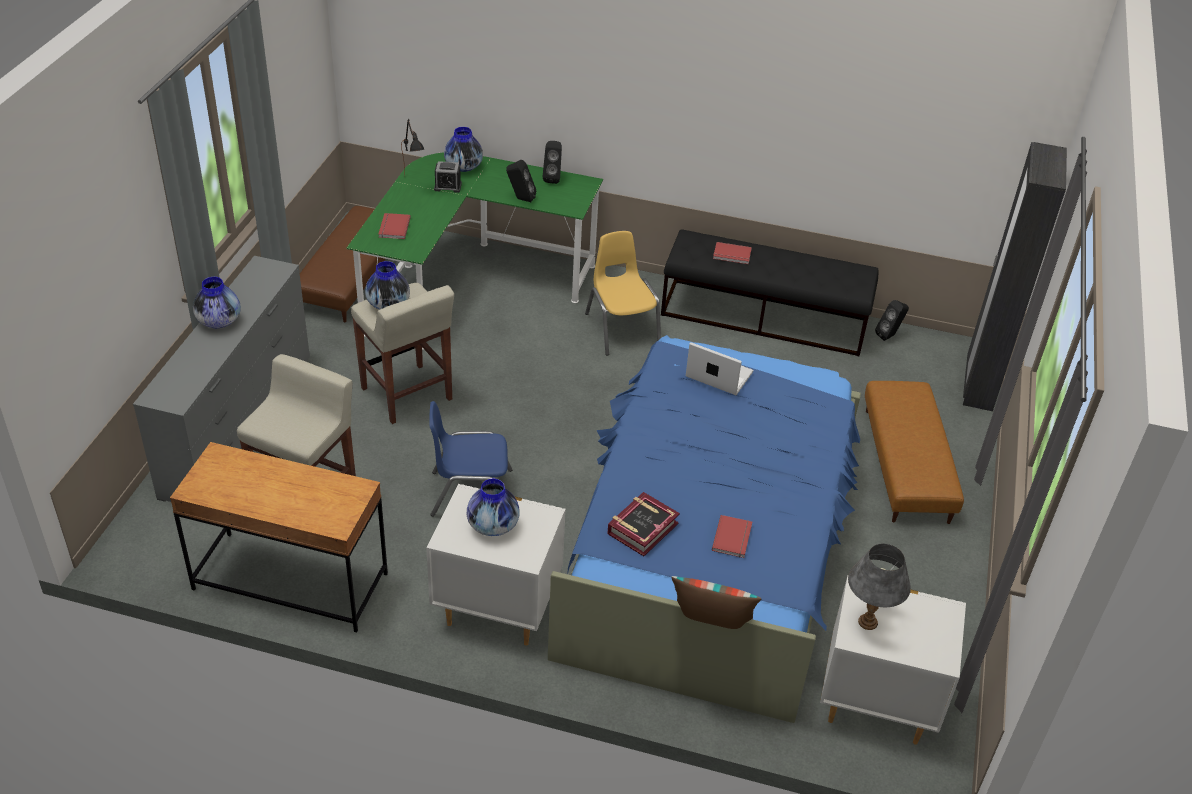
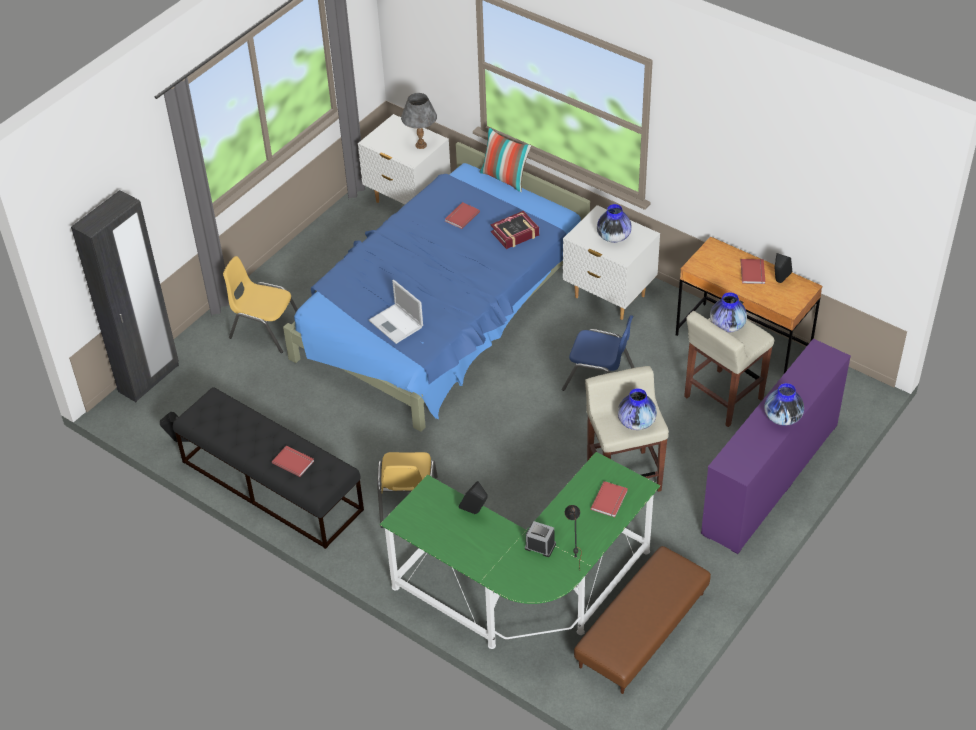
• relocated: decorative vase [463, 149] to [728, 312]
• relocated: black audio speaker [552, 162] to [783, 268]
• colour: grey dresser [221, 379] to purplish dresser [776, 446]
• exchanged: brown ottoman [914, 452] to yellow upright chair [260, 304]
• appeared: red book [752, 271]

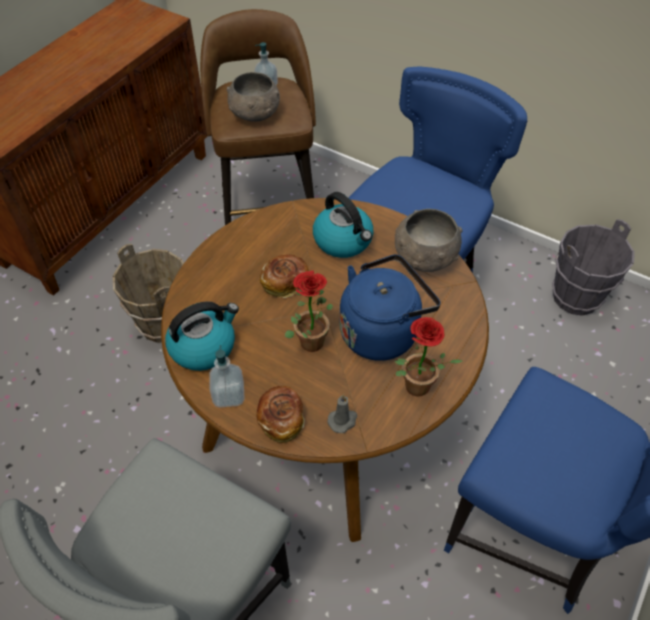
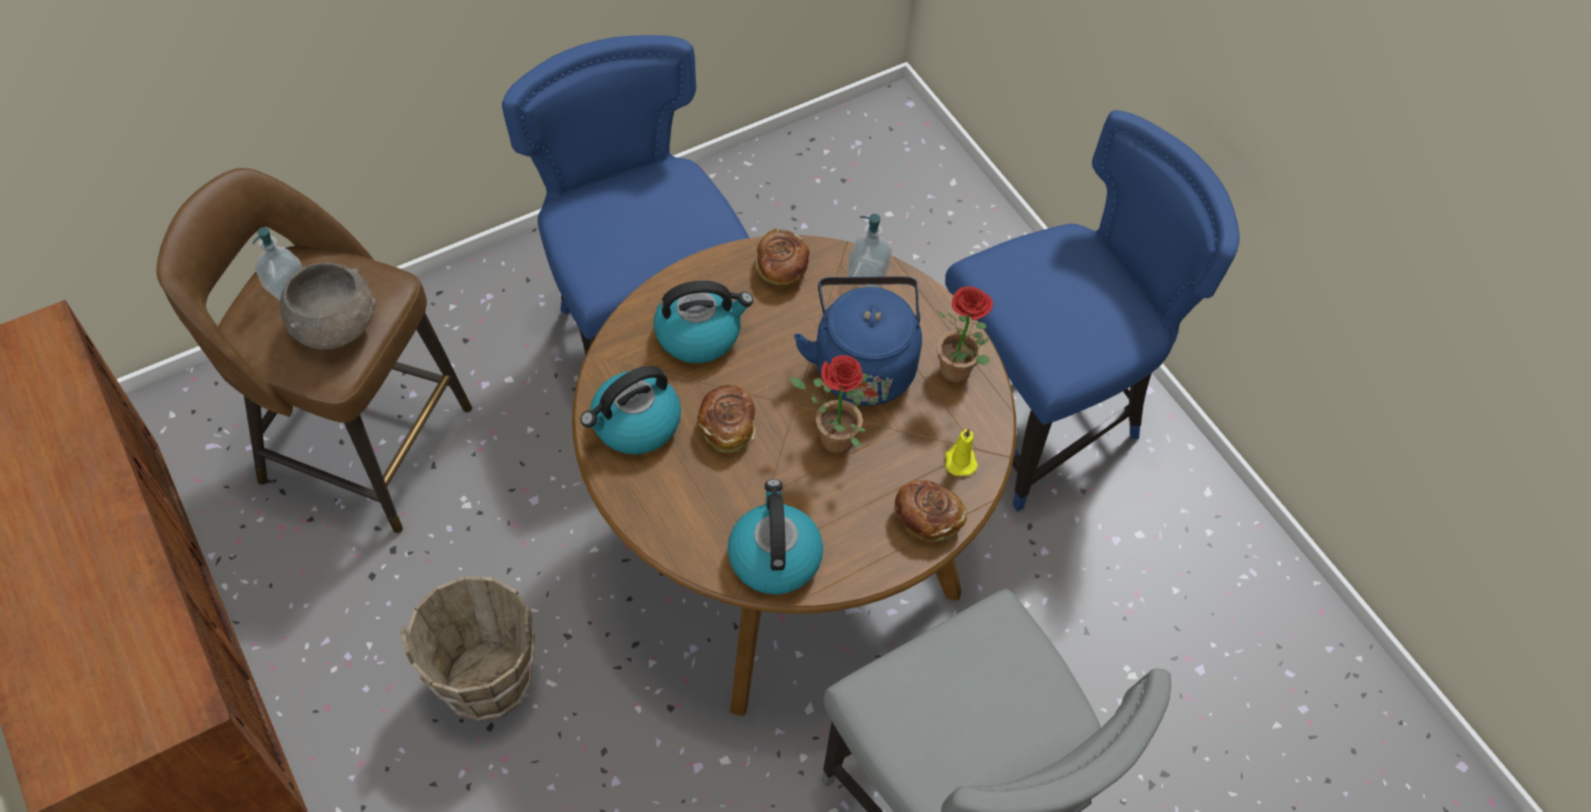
• exchanged: grey serving bowl [429, 240] to bakery bread [782, 256]
• missing: grey water bucket [593, 267]
• relocated: soap bottle [227, 376] to [869, 250]
• colour: grey candle [342, 414] to yellow candle [961, 452]
• appeared: kettle [630, 410]

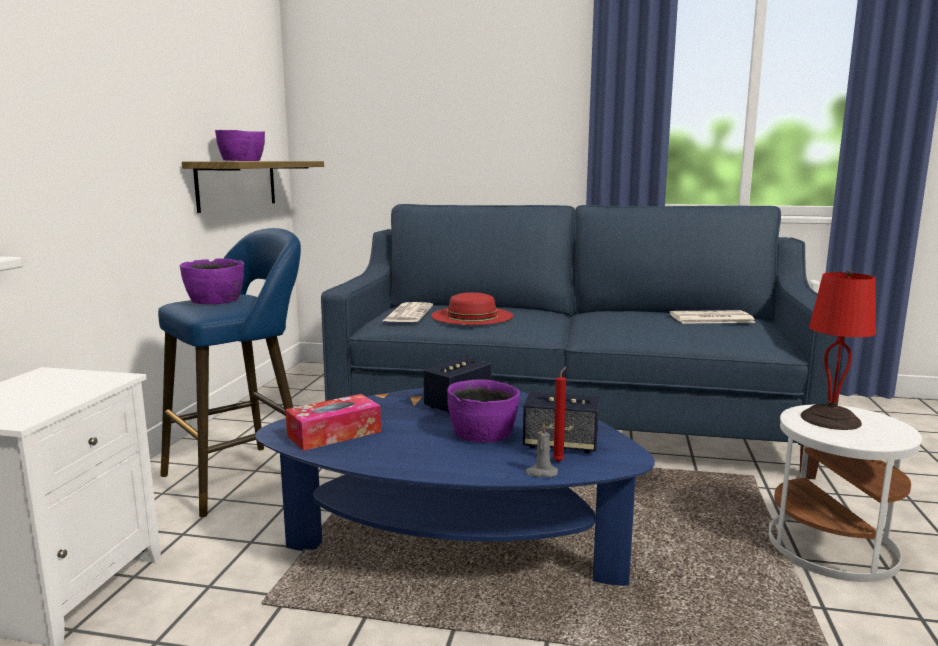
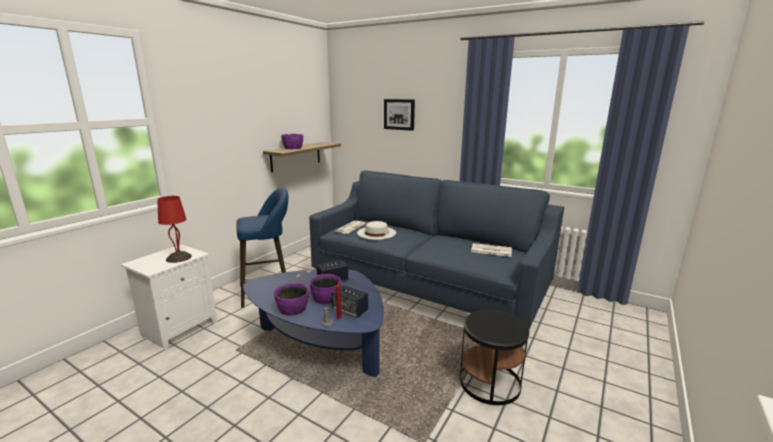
• relocated: purplish serving bowl [212, 281] to [291, 299]
• relocated: red table lamp [838, 350] to [174, 229]
• colour: red clothing hat [472, 308] to whitish clothing hat [376, 230]
• missing: tissue holder [333, 422]
• colour: whitish end table [845, 493] to black end table [494, 357]
• appeared: wall art [399, 115]

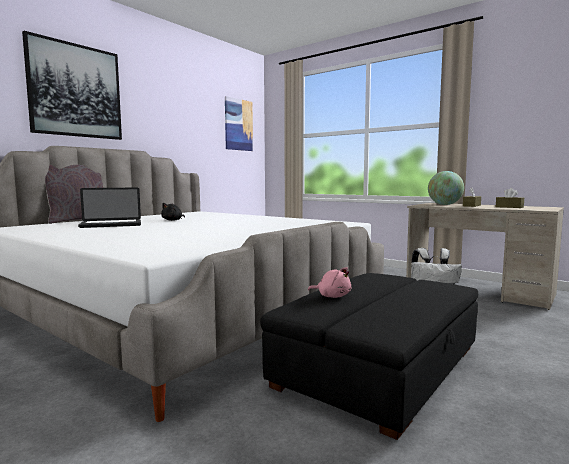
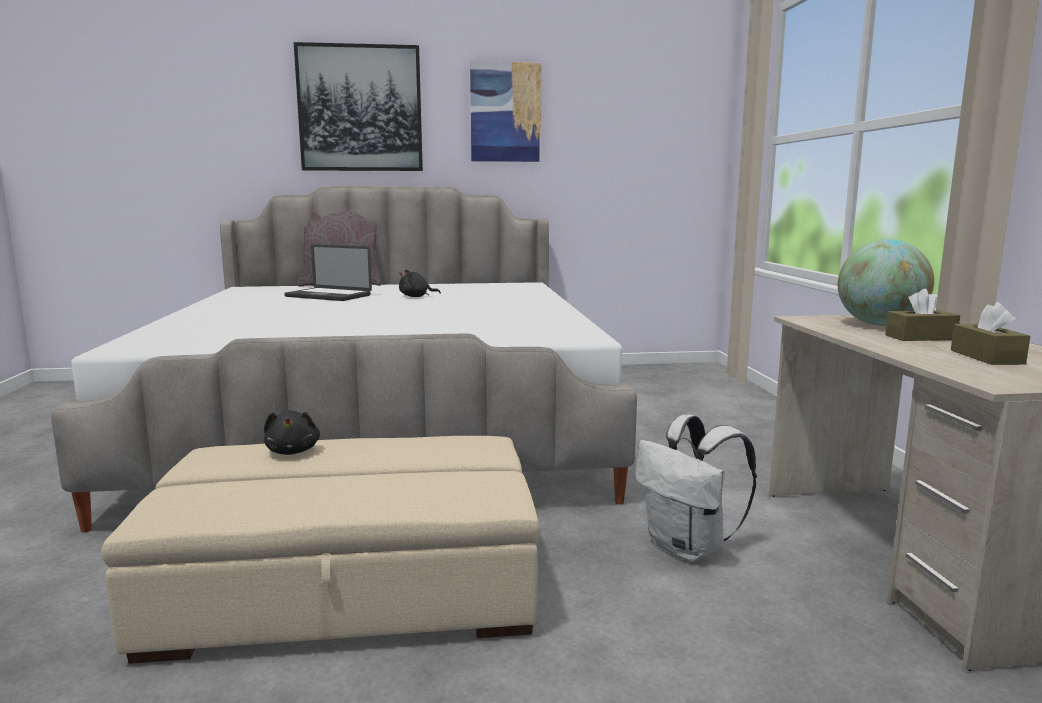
• relocated: wall art [239, 123] to [506, 111]
• colour: pink-coloured soft toy [329, 282] to black soft toy [292, 433]
• colour: black ottoman [369, 356] to beige-coloured ottoman [320, 550]

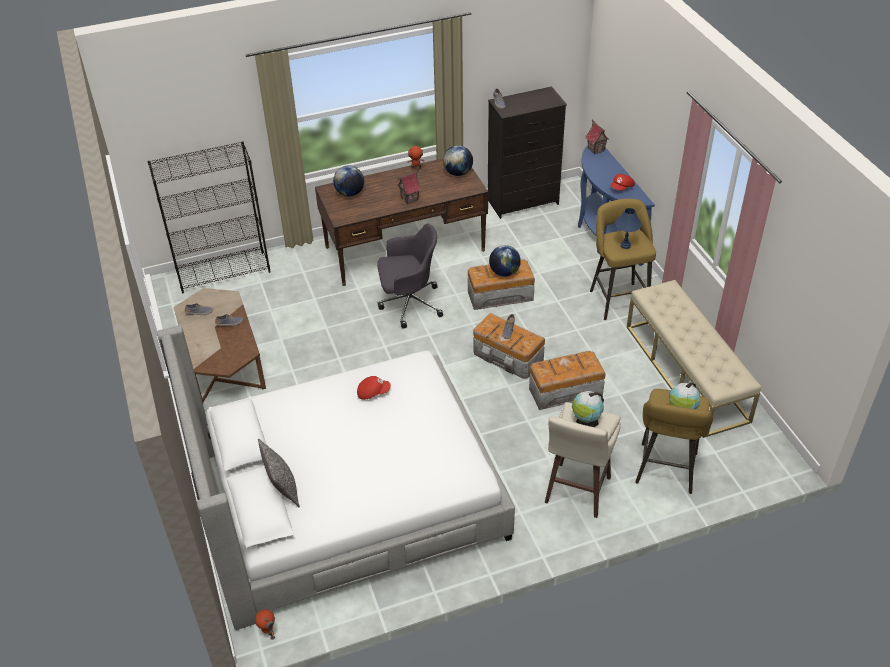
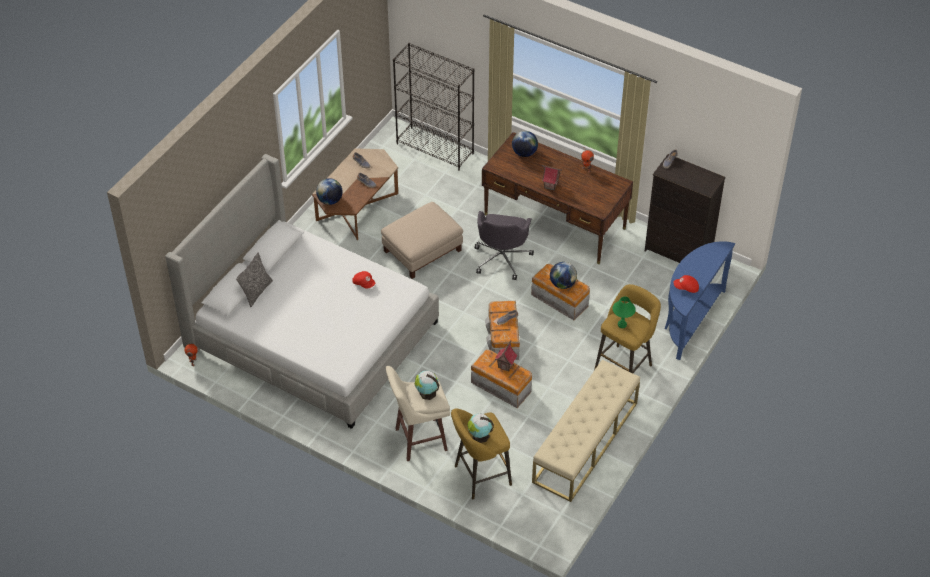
• relocated: model house [597, 137] to [506, 356]
• relocated: desk globe [458, 160] to [329, 191]
• colour: blue-coloured table lamp [628, 228] to green table lamp [624, 312]
• spun: grey computer chair [410, 276] = [504, 245] 60 degrees clockwise
• appeared: beige-coloured ottoman [422, 240]

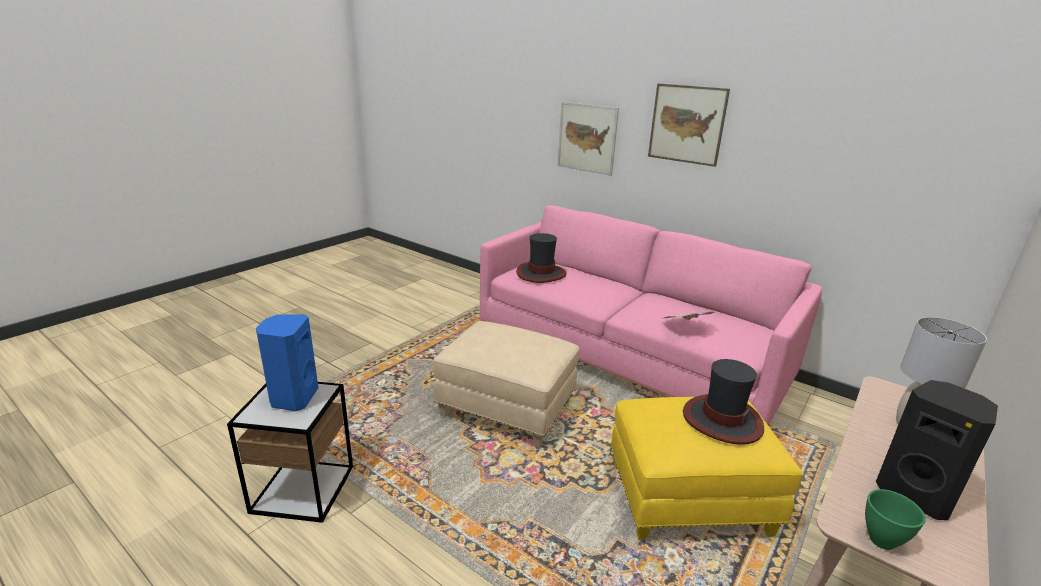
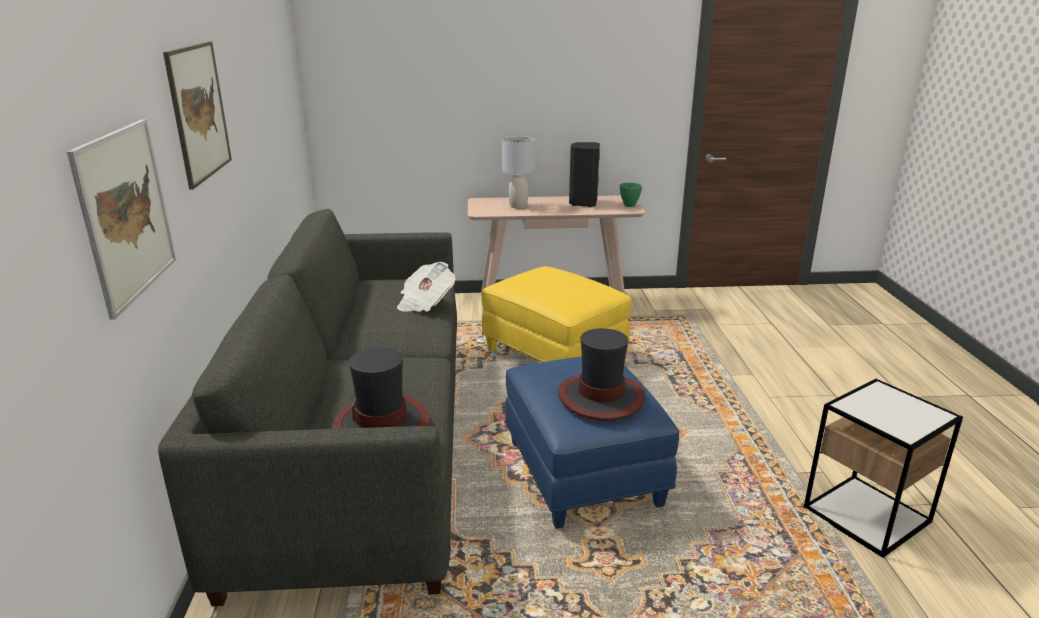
• colour: pink-coloured couch [651, 315] to grey couch [307, 407]
• missing: blue-coloured audio speaker [287, 362]
• colour: beige-coloured ottoman [506, 384] to blue-coloured ottoman [591, 442]
• relocated: clothing hat [723, 402] to [602, 374]

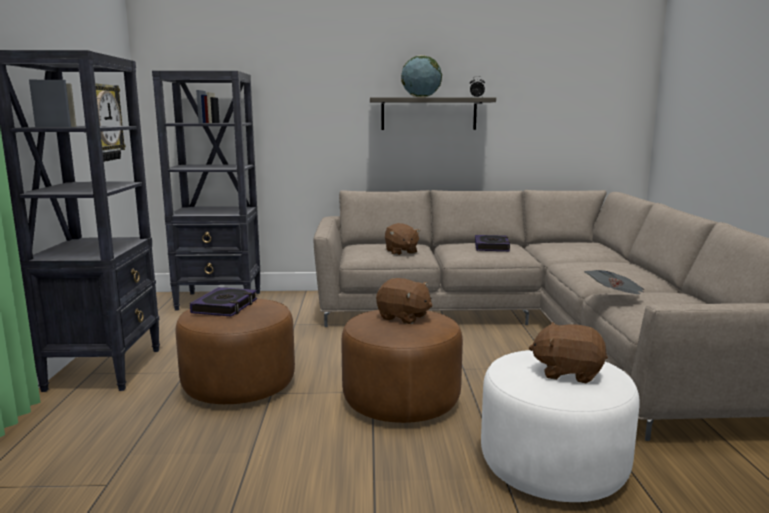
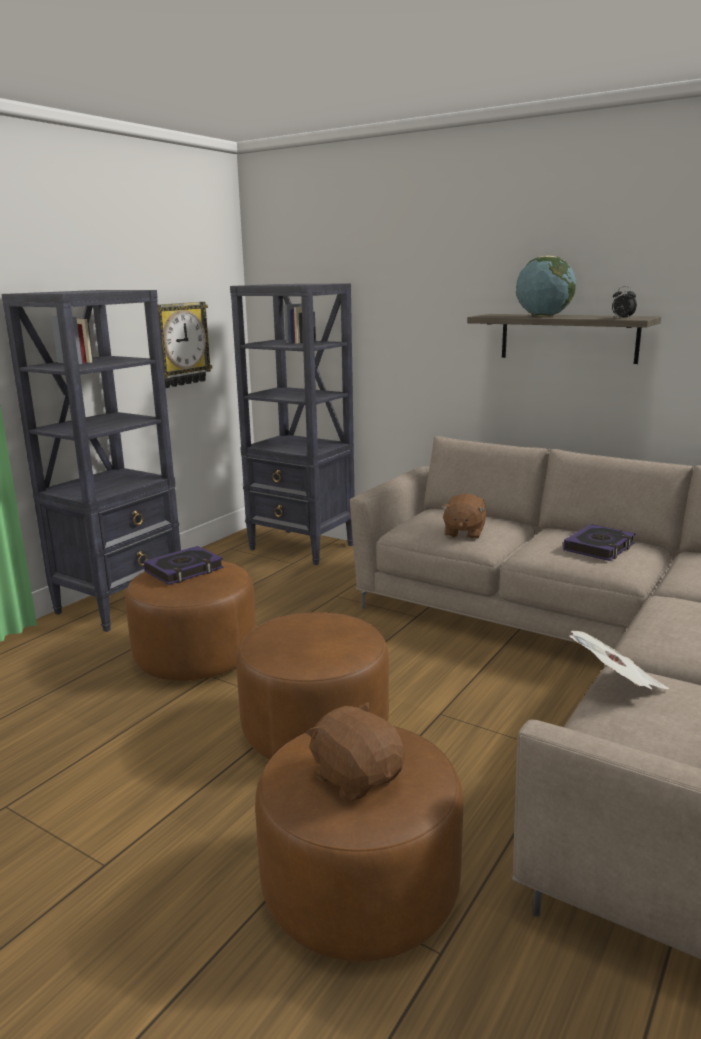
• missing: brown soft toy [404, 301]
• colour: whitish ottoman [560, 426] to brown ottoman [359, 843]

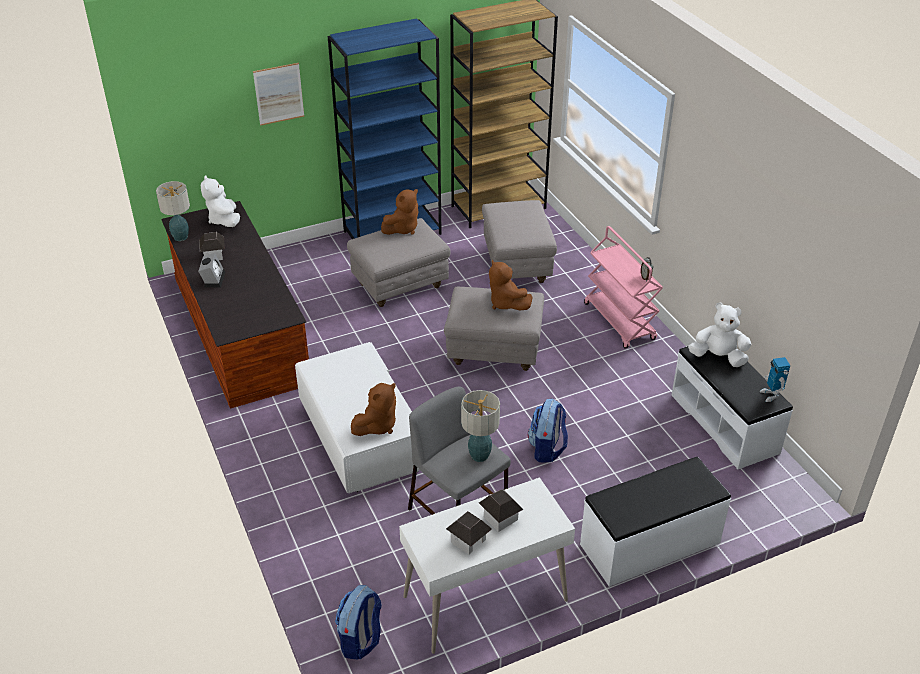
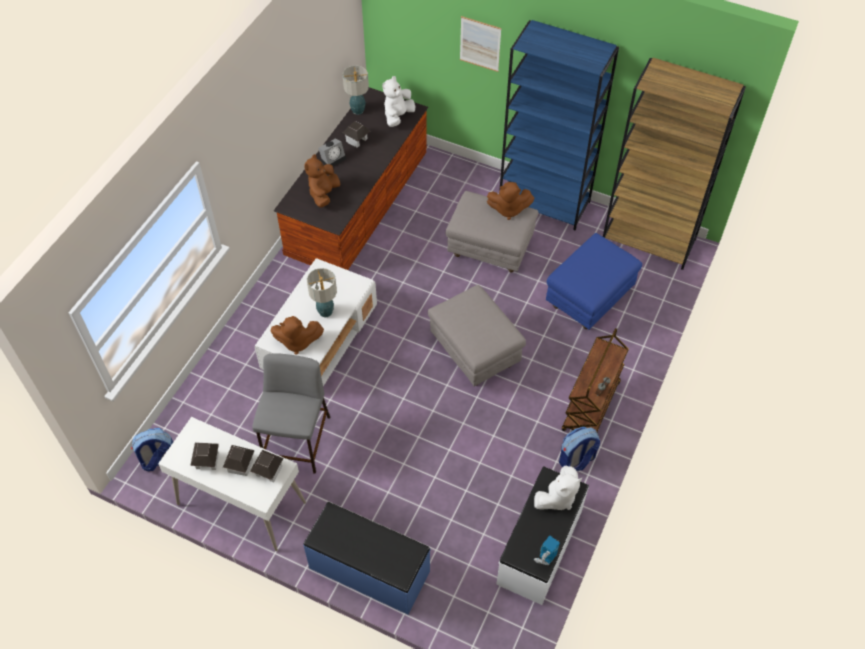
• colour: grey ottoman [519, 241] to blue-coloured ottoman [594, 281]
• colour: pink-coloured trolley [623, 287] to brown trolley [595, 380]
• relocated: brown soft toy [511, 285] to [322, 180]
• spun: whitish soft toy [719, 334] = [558, 488] 75 degrees clockwise
• relocated: table lamp [480, 426] to [322, 292]
• relocated: backpack [548, 431] to [579, 449]
• colour: whitish long seat [655, 522] to blue-coloured long seat [366, 558]
• appeared: model house [266, 466]

